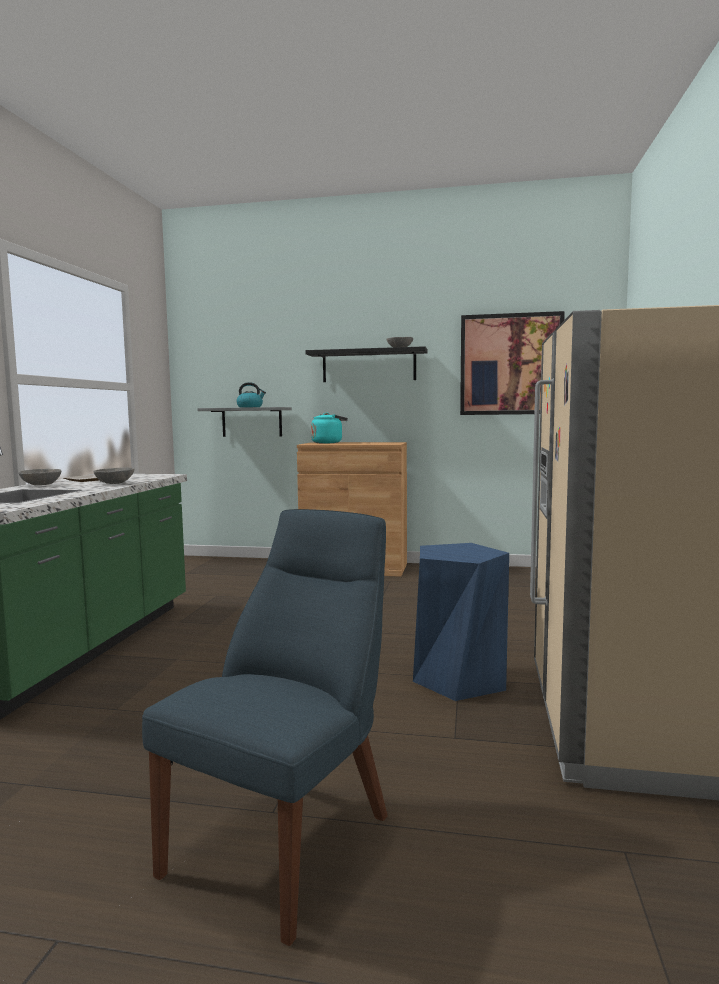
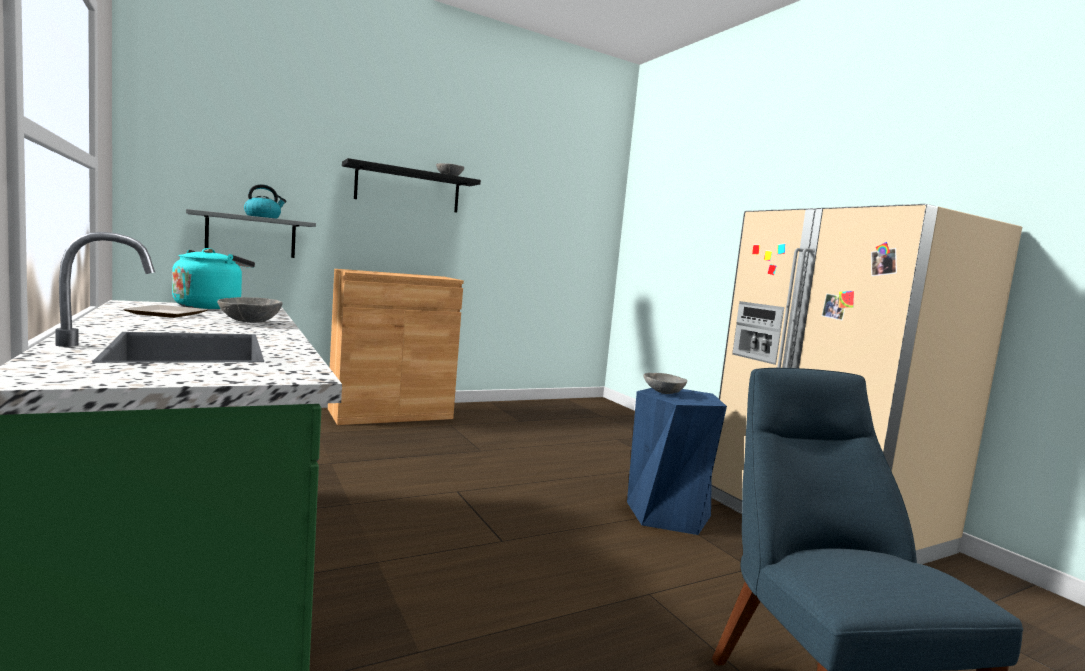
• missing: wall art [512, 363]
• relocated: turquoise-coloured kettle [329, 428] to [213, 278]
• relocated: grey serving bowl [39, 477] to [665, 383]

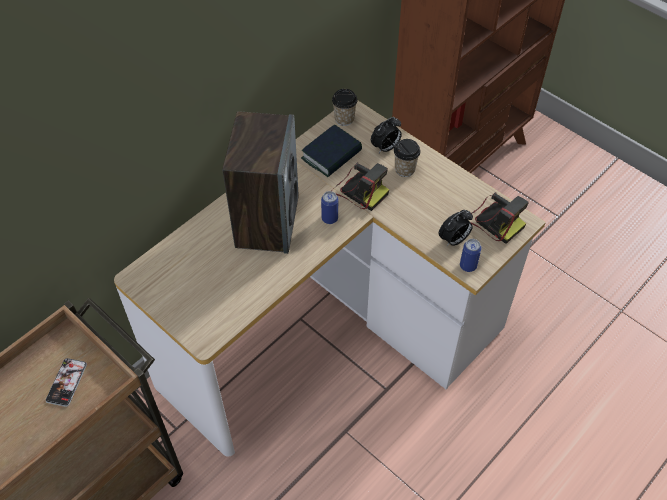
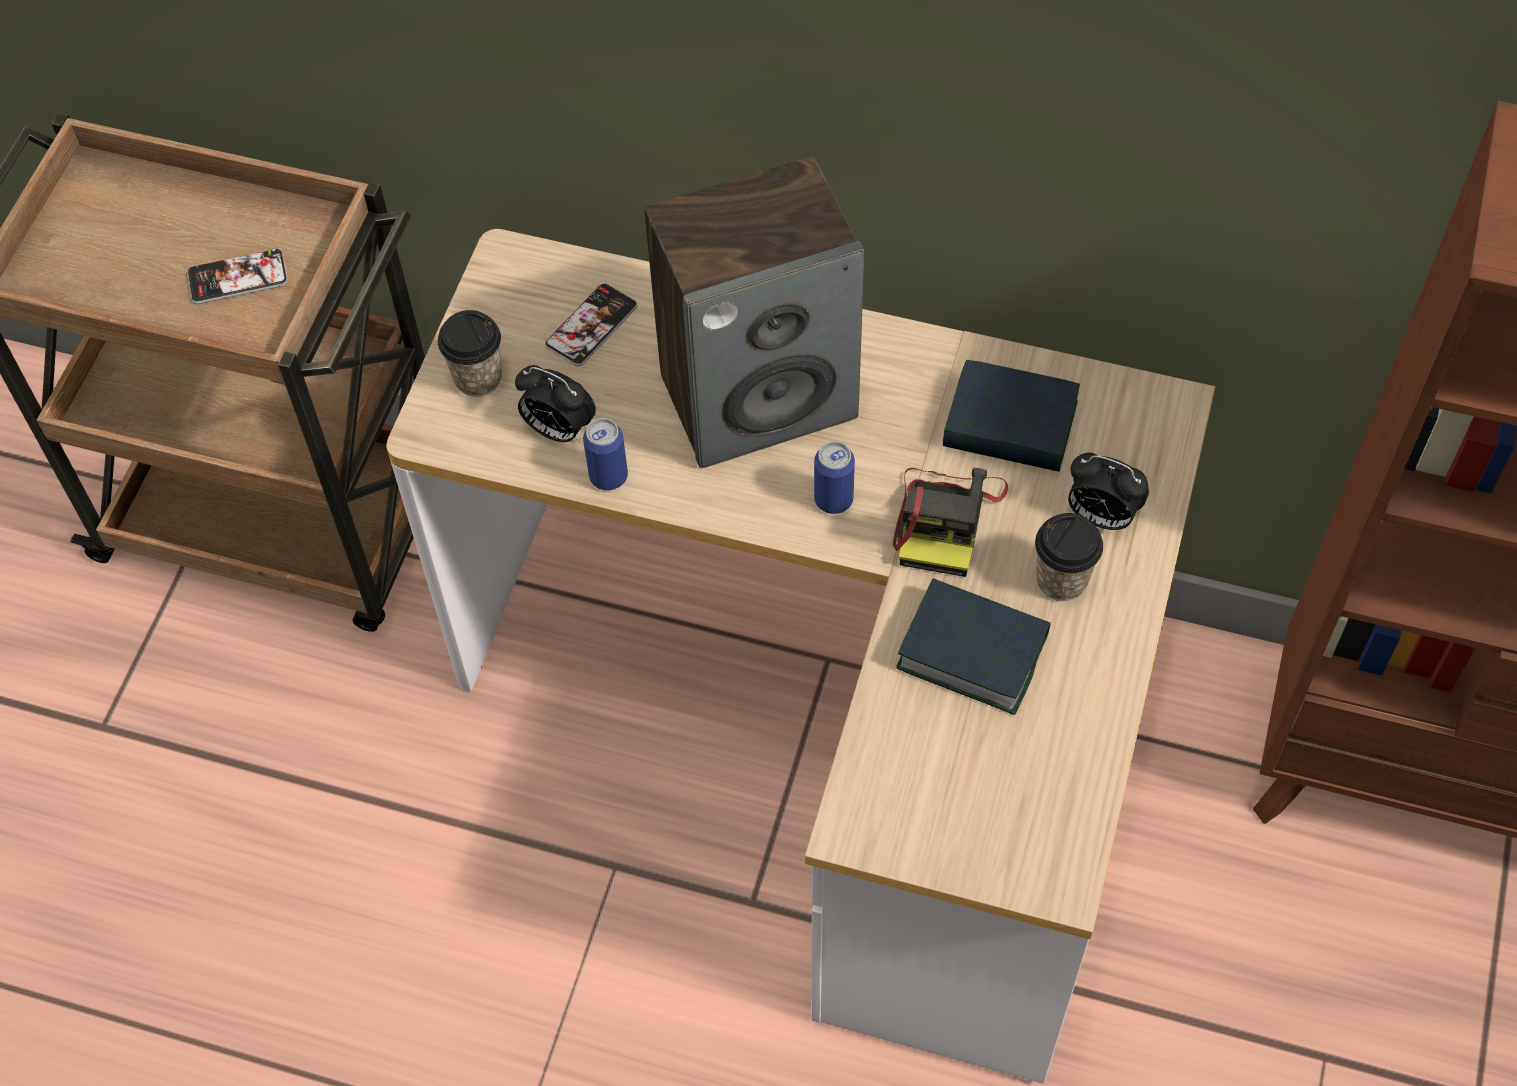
• relocated: cup [344, 107] to [470, 353]
• missing: still camera [499, 218]
• relocated: bedside clock [456, 228] to [555, 403]
• relocated: sealed can [470, 255] to [605, 454]
• appeared: phone [591, 325]
• appeared: book [973, 646]

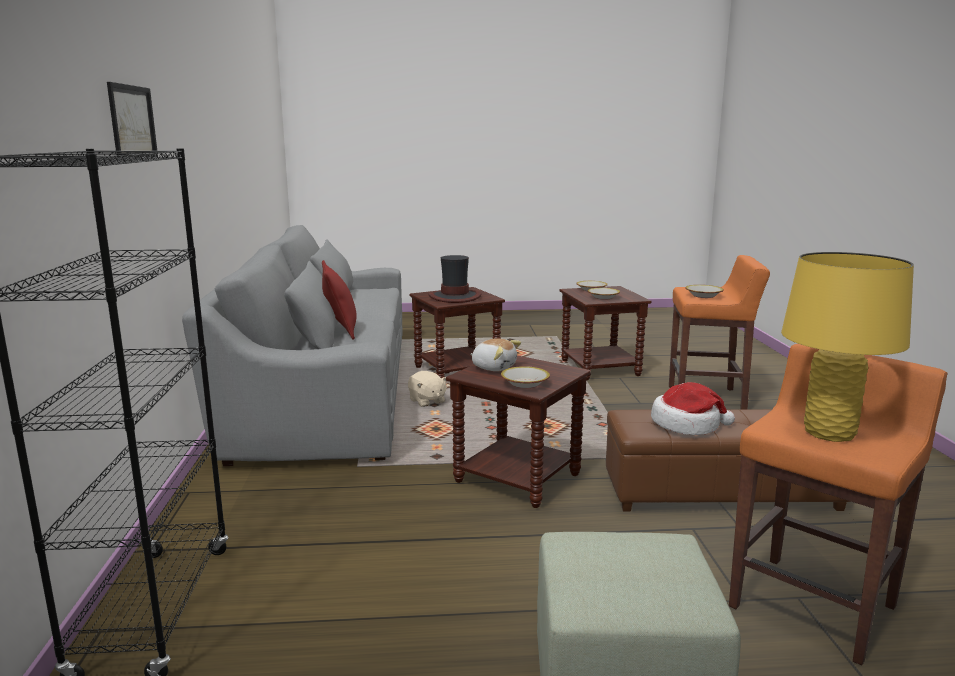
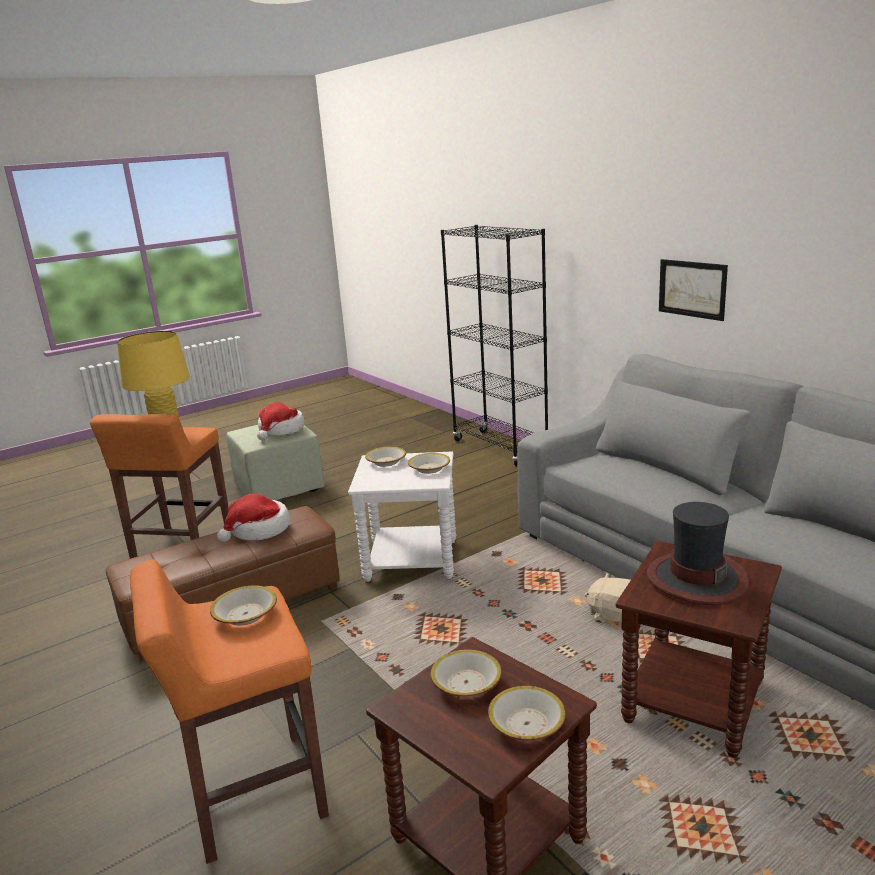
• relocated: wall art [132, 121] to [693, 290]
• missing: red throw pillow [339, 300]
• exchanged: soft toy [495, 354] to serving bowl [429, 463]
• colour: brown end table [518, 432] to whitish end table [402, 517]
• appeared: clothing hat [280, 421]

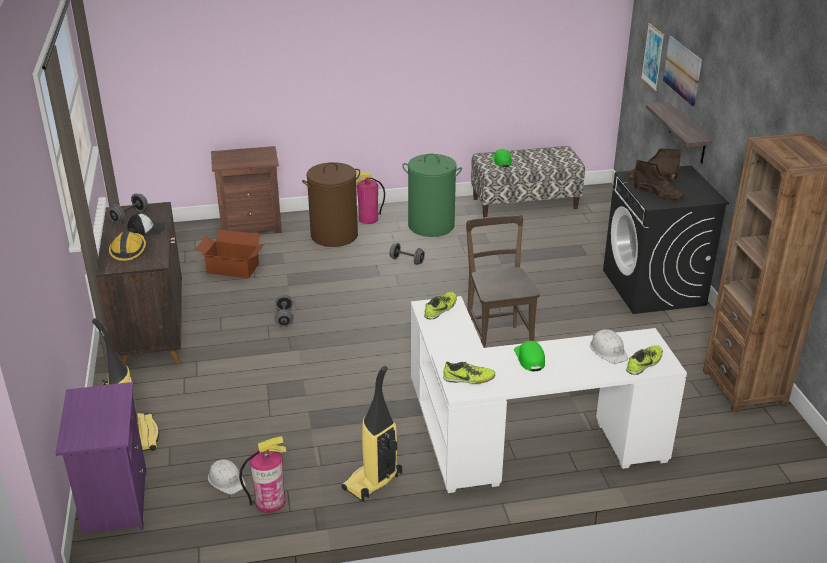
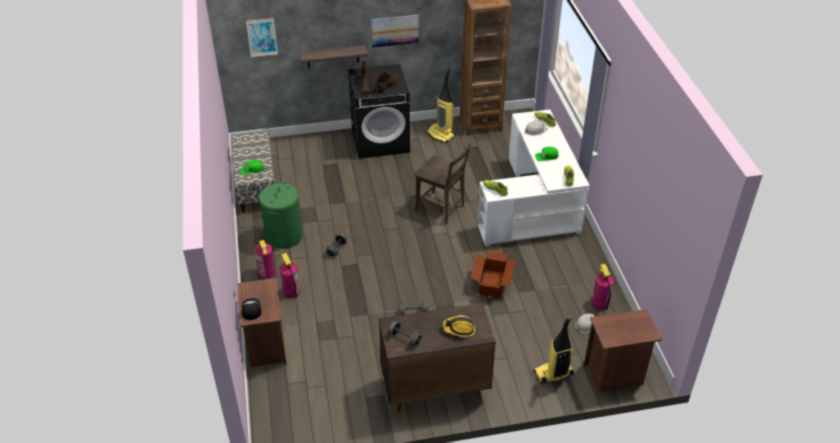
• relocated: wall art [682, 71] to [395, 31]
• exchanged: brown laundry basket [331, 204] to fire extinguisher [289, 275]
• relocated: cap [146, 224] to [252, 309]
• spun: brown upright chair [503, 281] = [443, 183] 135 degrees counterclockwise
• relocated: cardboard box [230, 254] to [493, 274]
• relocated: hoover [372, 434] to [440, 105]
• colour: purplish bedside table [100, 458] to brown bedside table [623, 350]

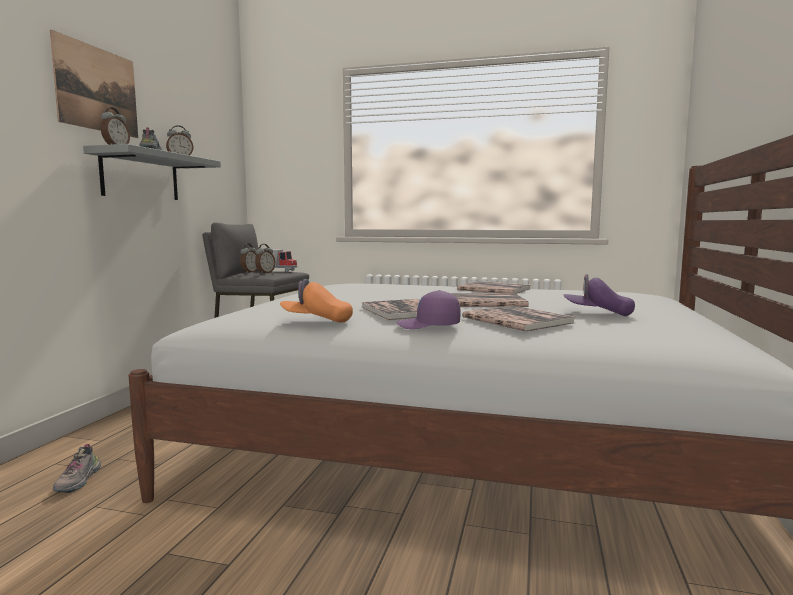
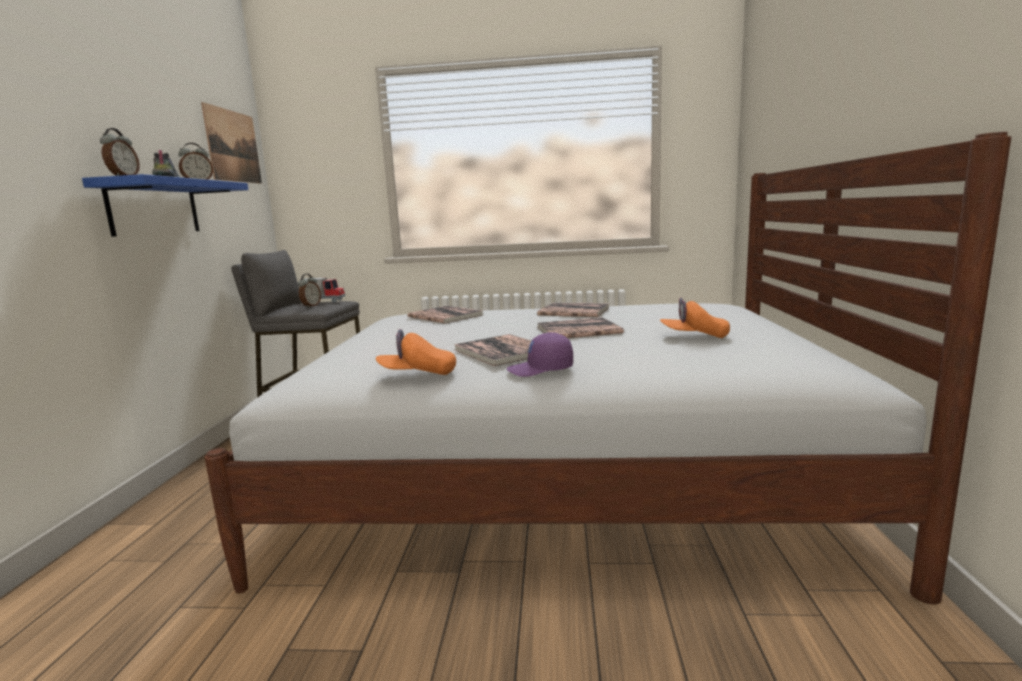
• relocated: wall art [94, 84] to [231, 143]
• colour: grey shelf [152, 172] to blue-coloured shelf [165, 205]
• missing: bedside clock [248, 258]
• colour: purplish cap [599, 295] to orange cap [695, 318]
• relocated: book [518, 318] to [445, 314]
• missing: item of footwear [77, 468]

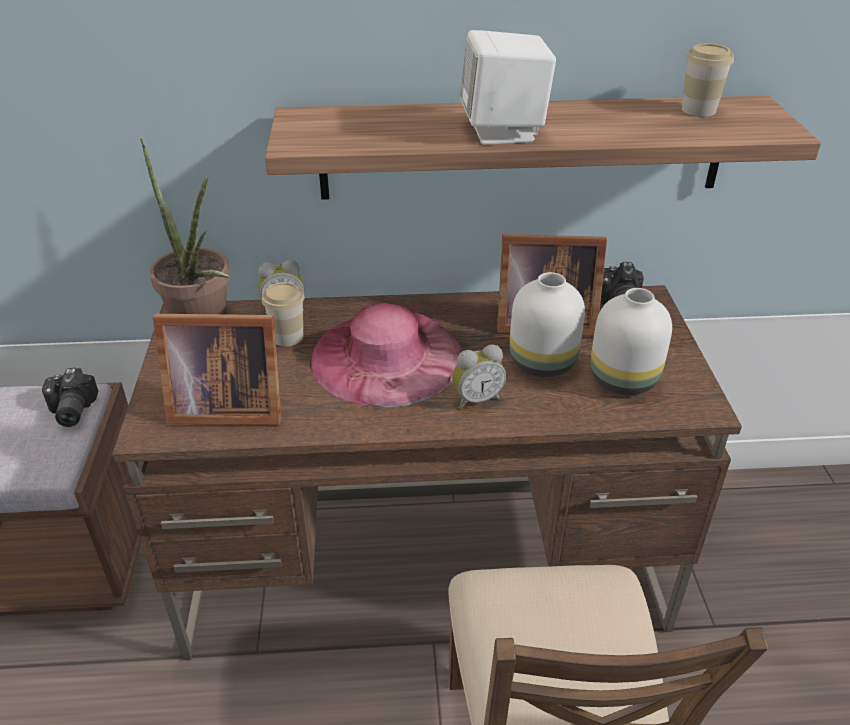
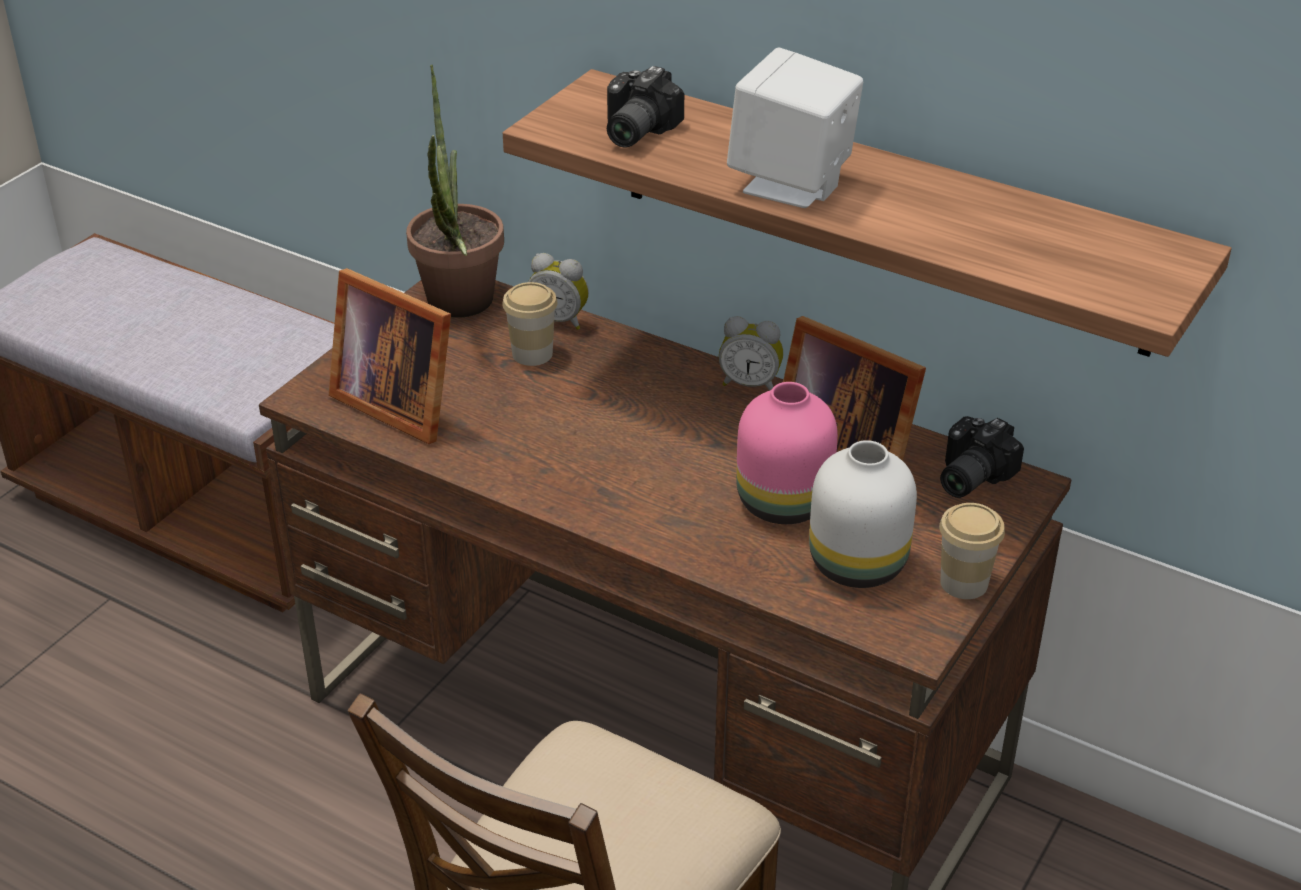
• relocated: cup [708, 80] to [972, 551]
• colour: whitish decorative vase [547, 324] to pink-coloured decorative vase [787, 453]
• missing: pink-coloured clothing hat [386, 355]
• relocated: bedside clock [479, 377] to [751, 353]
• relocated: still camera [70, 397] to [645, 107]

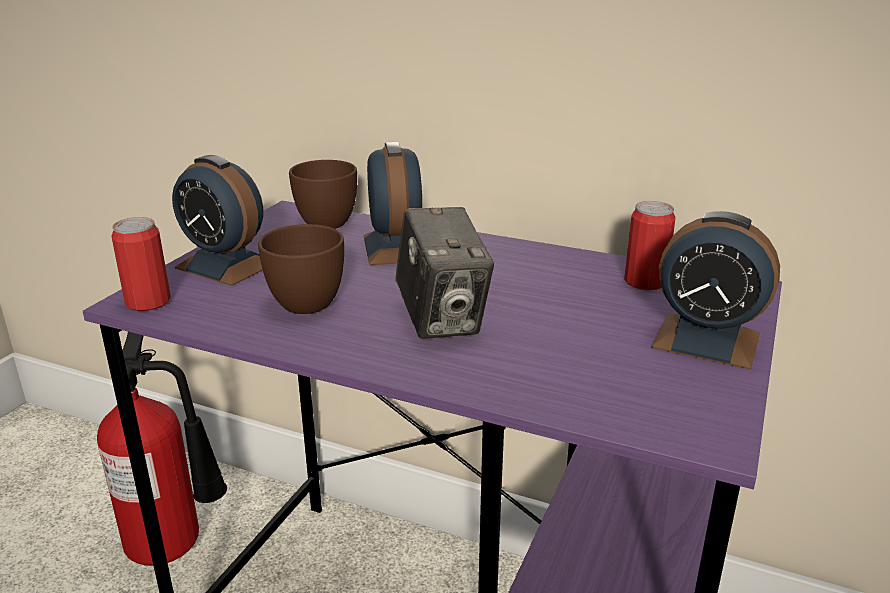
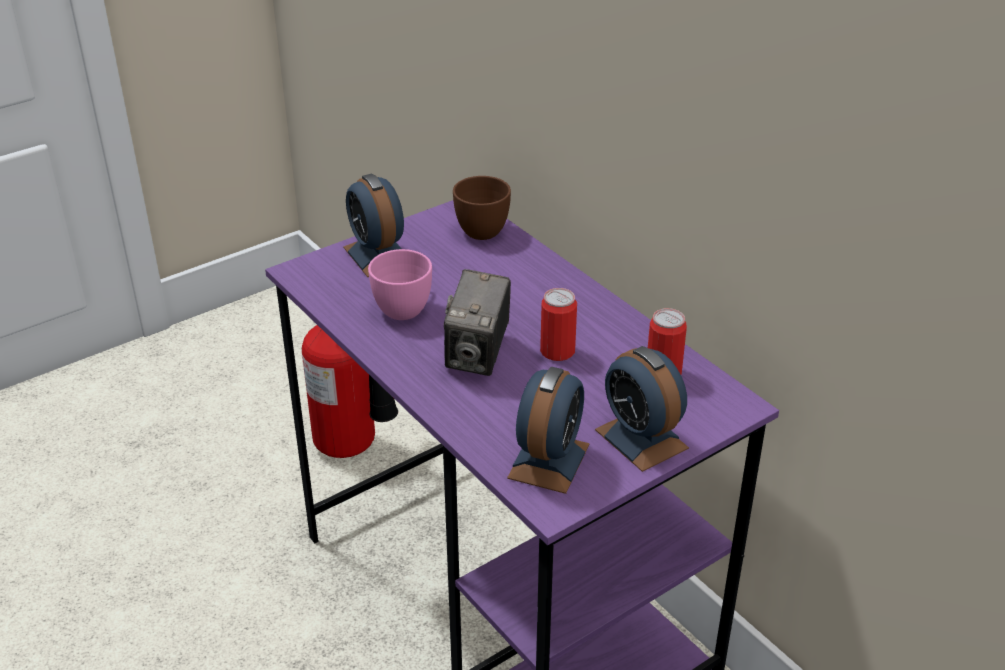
• relocated: bedside clock [393, 203] to [548, 430]
• relocated: sealed can [141, 264] to [558, 324]
• colour: brown cup [301, 269] to pink-coloured cup [400, 284]

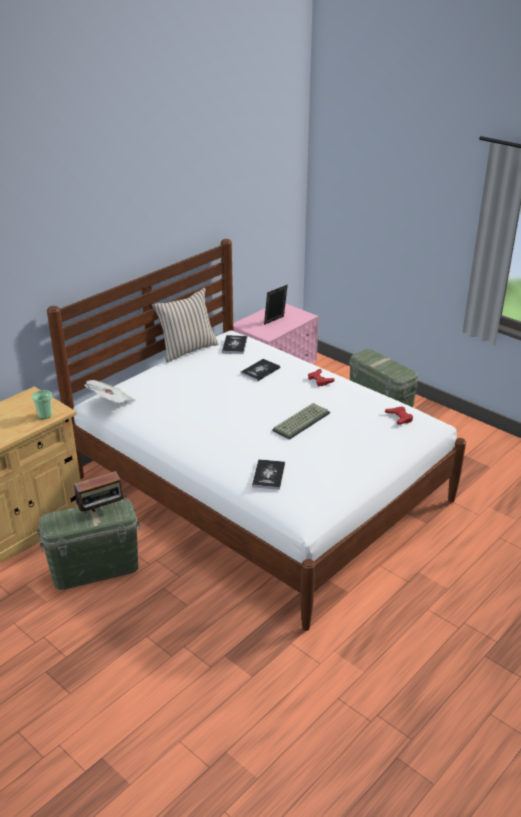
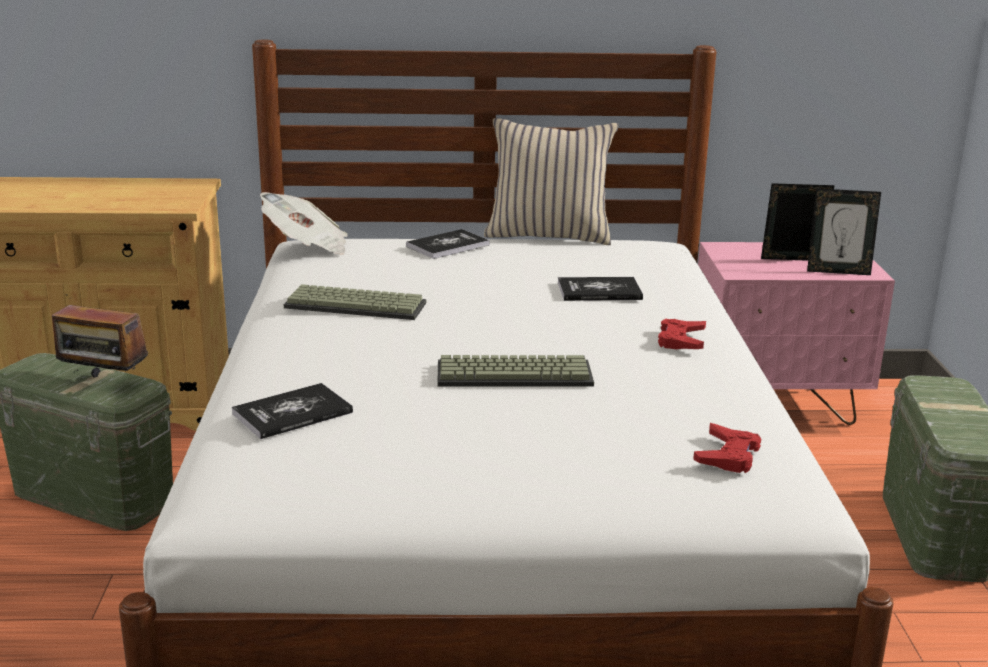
• relocated: book [234, 344] to [448, 244]
• missing: cup [42, 404]
• appeared: photo frame [844, 231]
• appeared: keyboard [355, 302]

